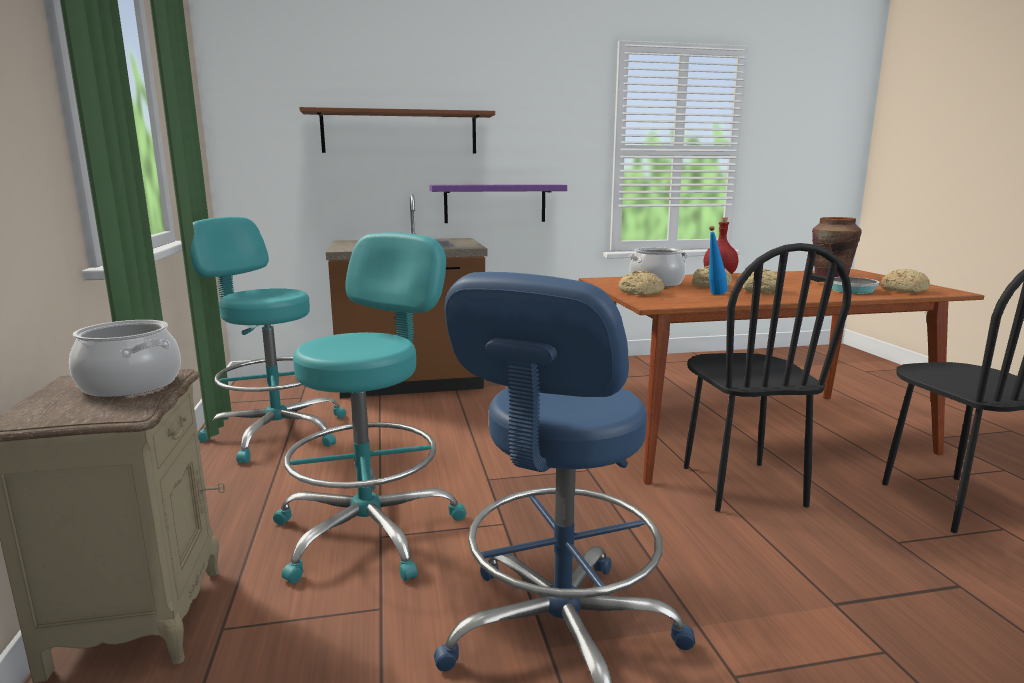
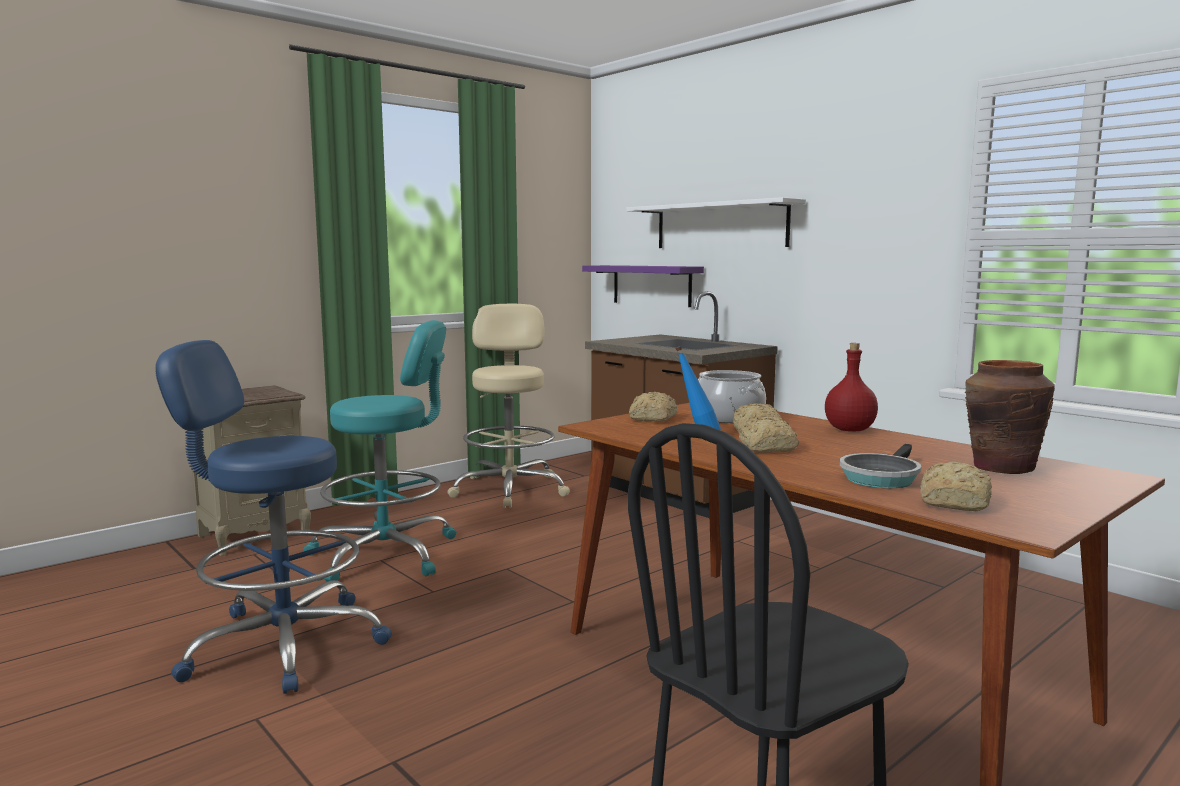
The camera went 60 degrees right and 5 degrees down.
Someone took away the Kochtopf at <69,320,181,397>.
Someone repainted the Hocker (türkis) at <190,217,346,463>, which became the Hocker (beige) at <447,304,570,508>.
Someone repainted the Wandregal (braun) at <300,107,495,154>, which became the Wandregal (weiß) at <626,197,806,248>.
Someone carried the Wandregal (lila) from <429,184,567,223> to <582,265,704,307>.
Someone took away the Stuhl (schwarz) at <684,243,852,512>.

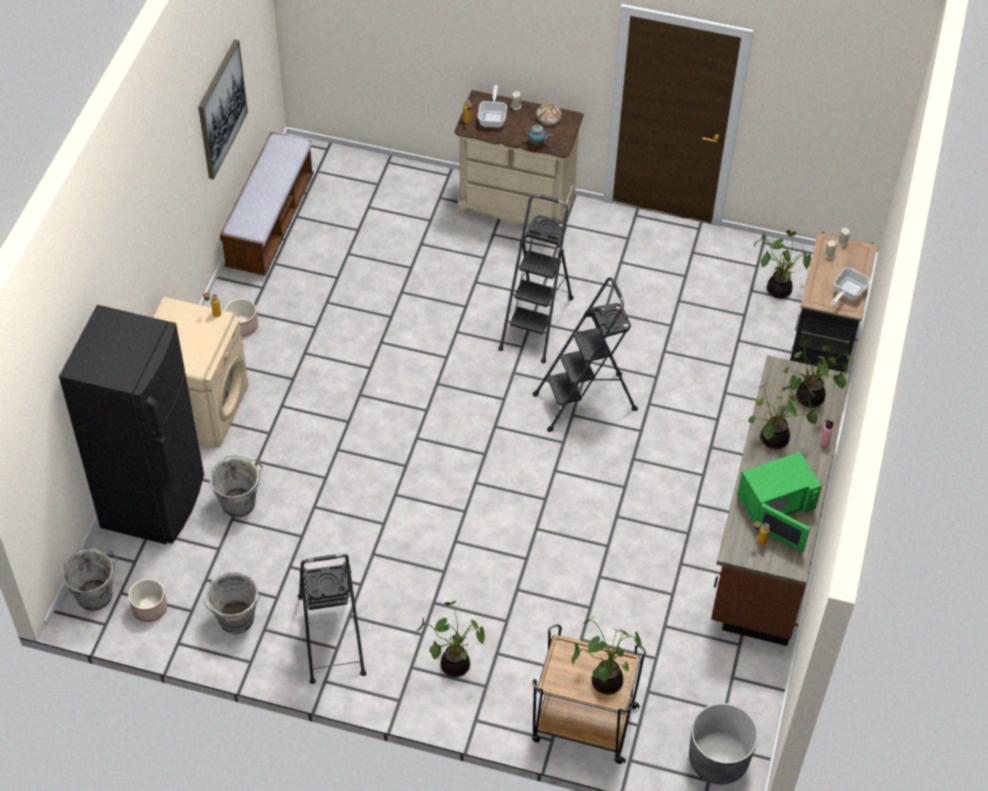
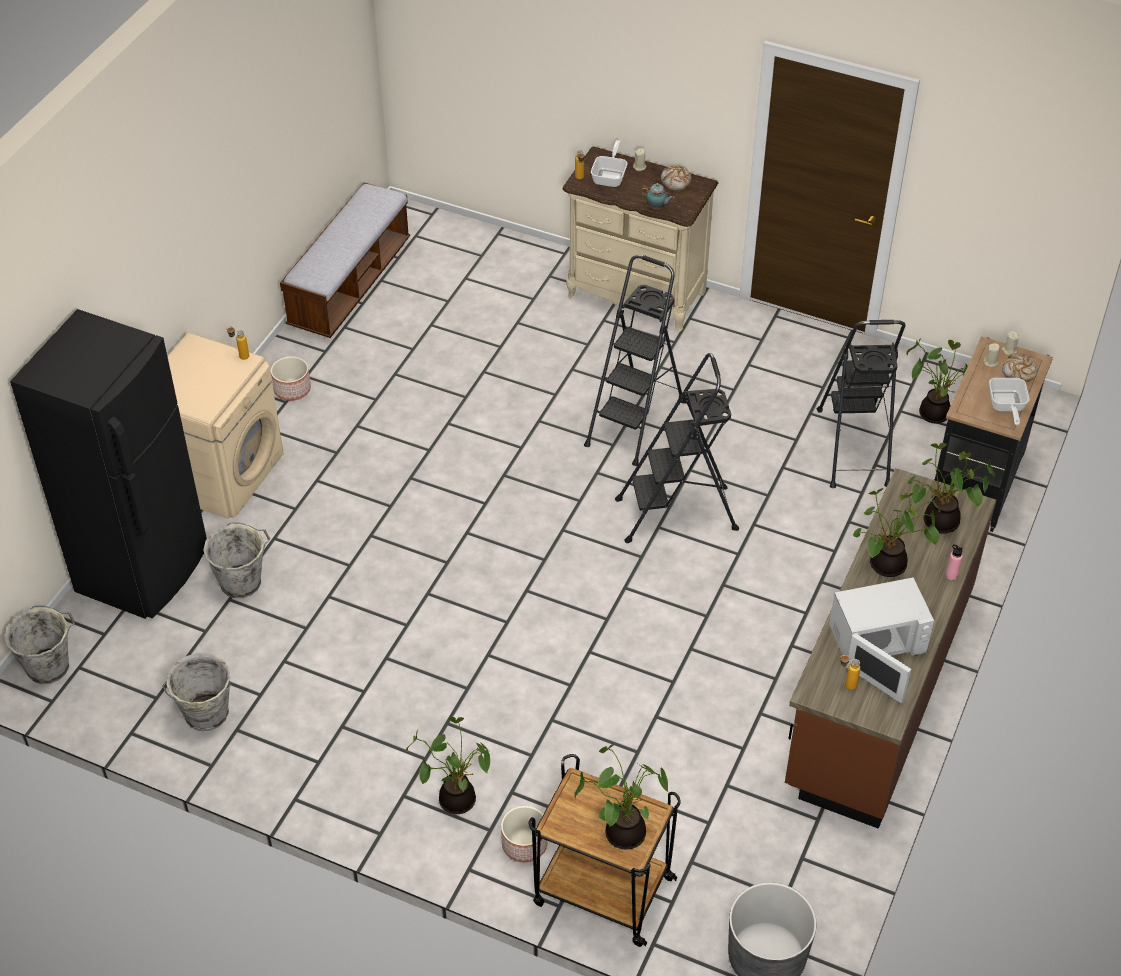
The camera went 10 degrees right and 5 degrees down.
Someone carried the Pflanzkübel from <128,579,167,622> to <501,806,548,862>.
Someone took away the Bild at <198,39,248,180>.
Someone carried the Trittleiter from <298,554,367,684> to <817,320,905,488>.
Someone repainted the Mikrowelle (grün) at <737,452,822,553>, which became the Mikrowelle (weiß) at <829,577,934,704>.
Someone rotated the Pfanne at <831,268,870,306> by 45 degrees counterclockwise.
Someone put down the Brot at <1002,354,1037,382>.

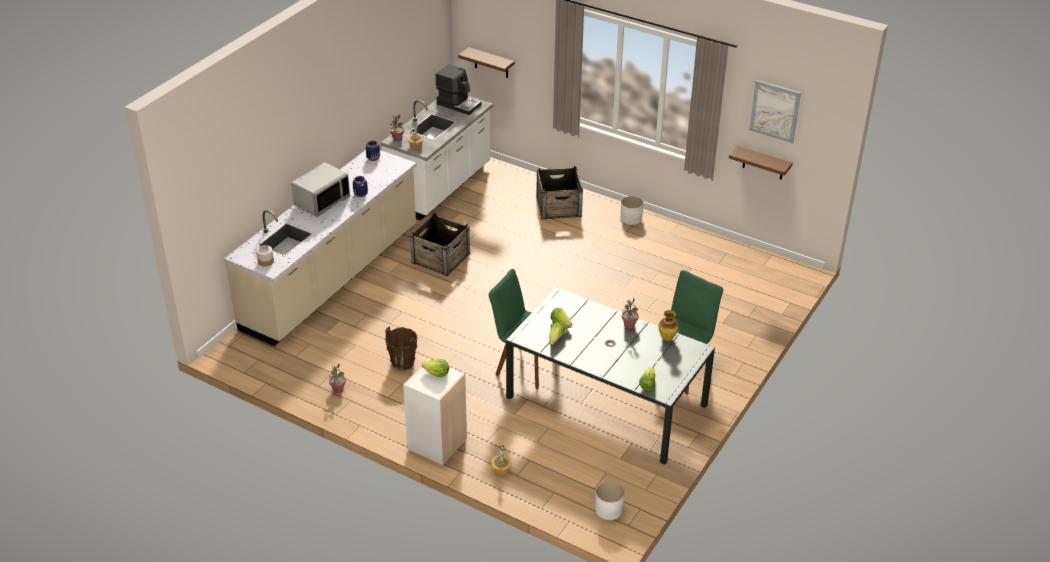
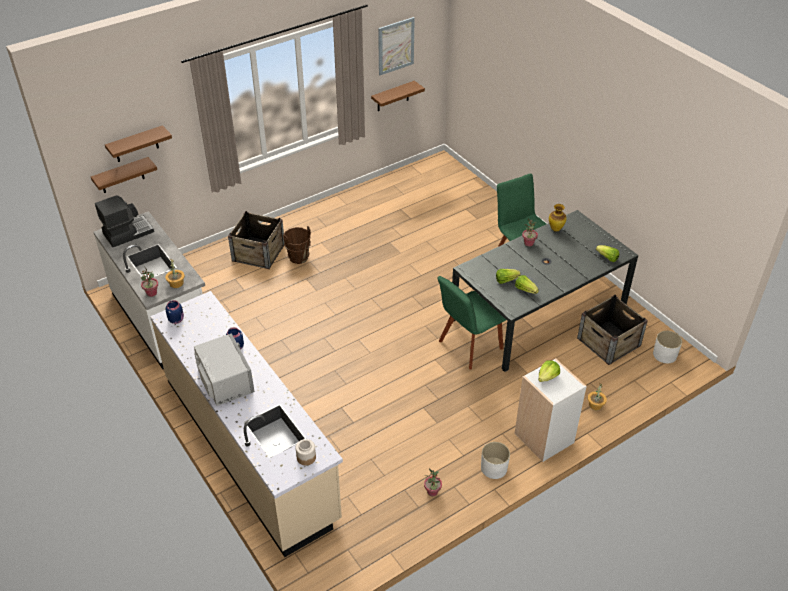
The camera went 65 degrees left and 5 degrees up.
Someone carried the Eimer (braun) from <385,327,418,370> to <283,226,311,264>.
Someone carried the Kiste from <410,213,470,276> to <577,295,648,365>.
Someone carried the Pflanzkübel (weiß) from <621,196,644,225> to <481,442,510,479>.
Someone put up the Wandregal (braun) at <105,125,172,162>.

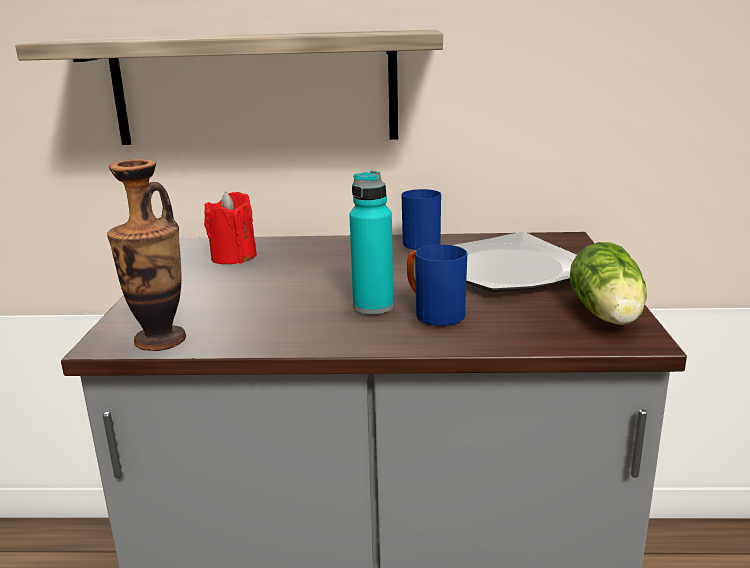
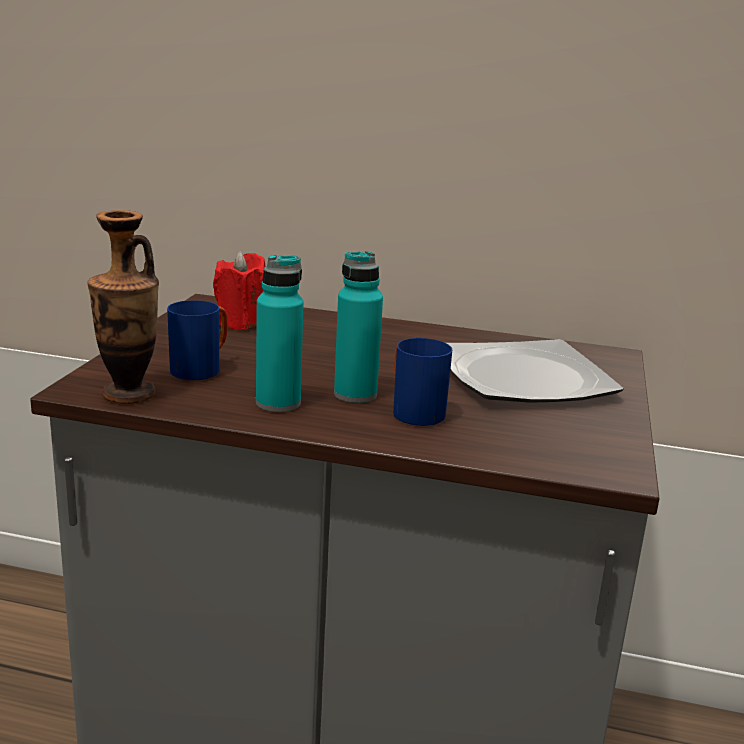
The camera went 10 degrees right and 0 degrees up.
Someone took away the Wandregal at <15,29,443,145>.
Someone carried the Henkelbecher (blau) from <401,189,441,250> to <167,300,228,380>.
Someone took away the Salatkopf at <570,242,647,325>.
Someone put down the Flasche (türkis) at <256,255,304,412>.

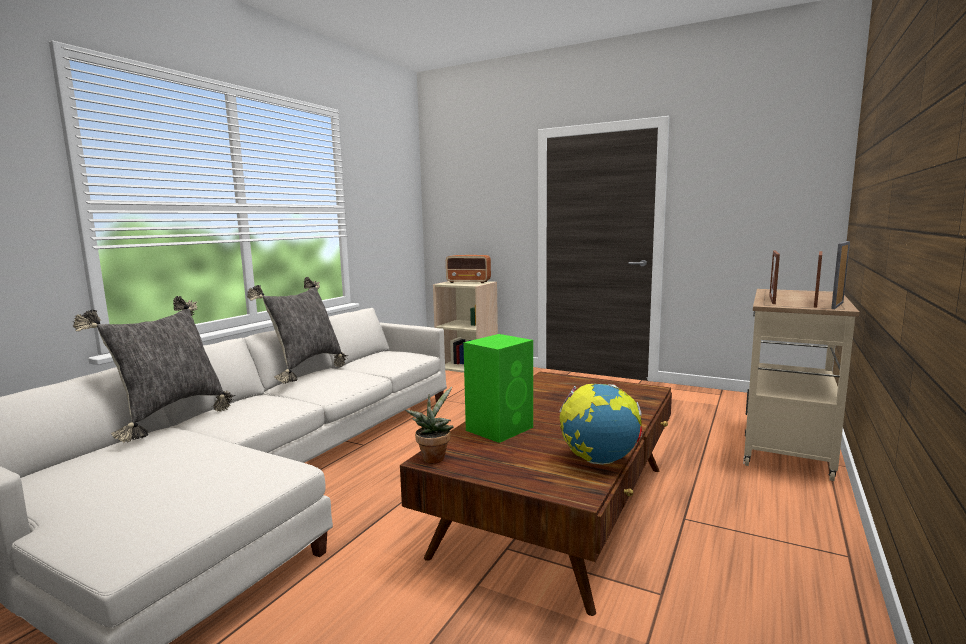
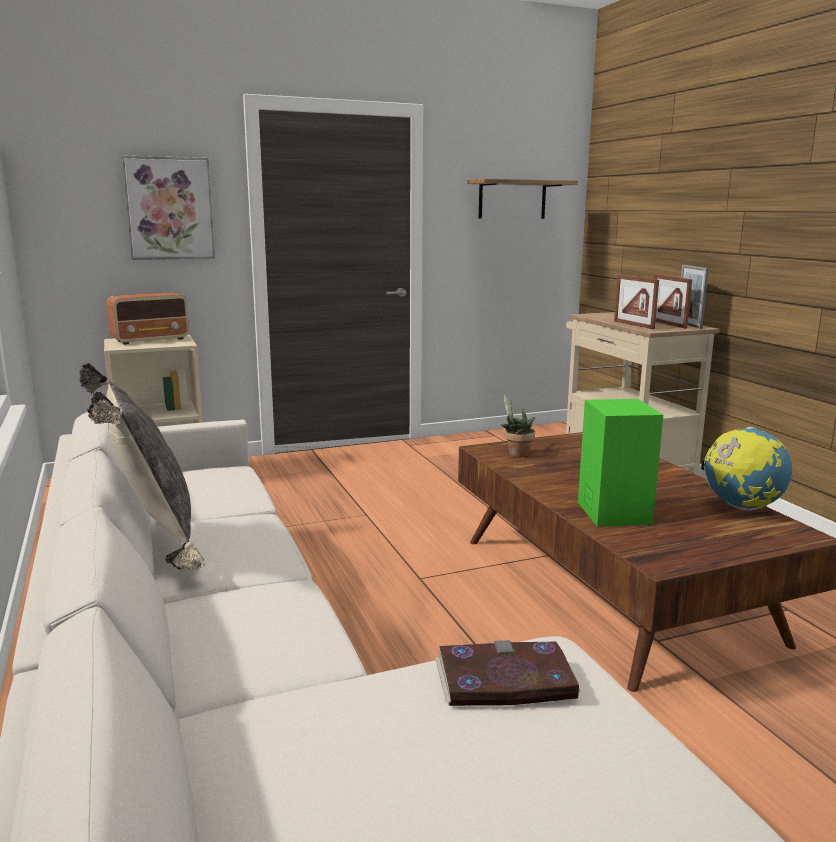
The camera went 50 degrees left and 5 degrees up.
Someone took away the Kissen at <73,296,235,443>.
Someone carried the Topfpflanze from <405,387,454,463> to <500,394,535,458>.
Someone put up the Bild at <122,155,215,260>.
Someone put down the Buch at <435,640,580,706>.
Someone put up the Wandregal at <467,179,578,219>.

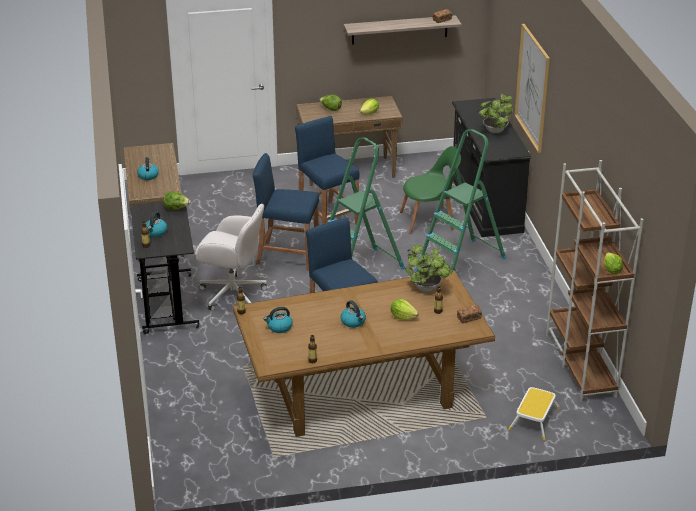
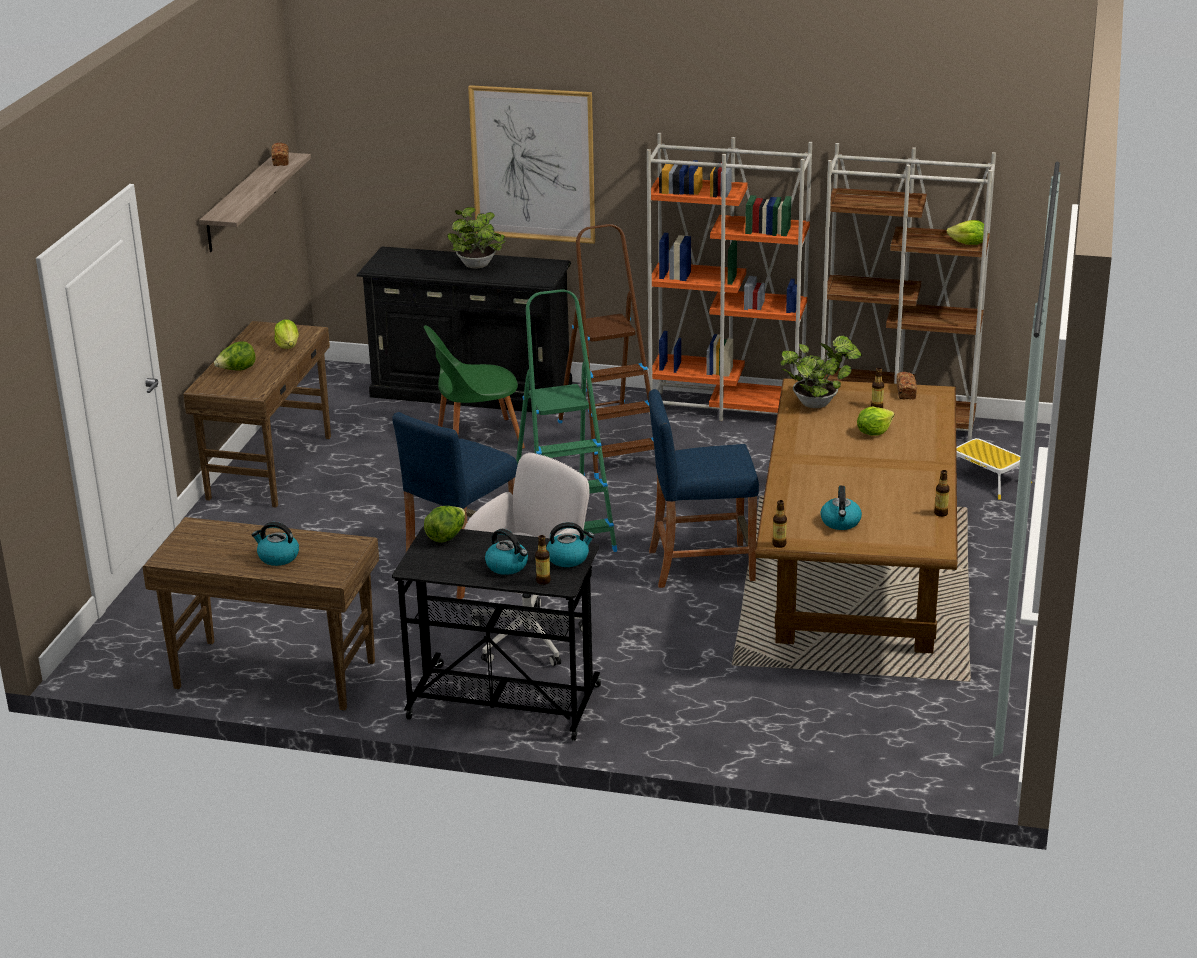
The camera went 65 degrees left and 5 degrees down.
Someone took away the Hocker (blau) at <295,116,360,224>.
Someone carried the Wasserkessel from <340,300,366,328> to <546,522,595,567>.
Someone rotated the Stuhl (grün) at <400,146,461,234> by 120 degrees counterclockwise.
Someone repainted the Trittleiter (grün) at <415,129,506,272>, which became the Trittleiter (braun) at <558,224,654,479>.
Someone put down the Bücherregal (orange) at <647,133,812,421>.

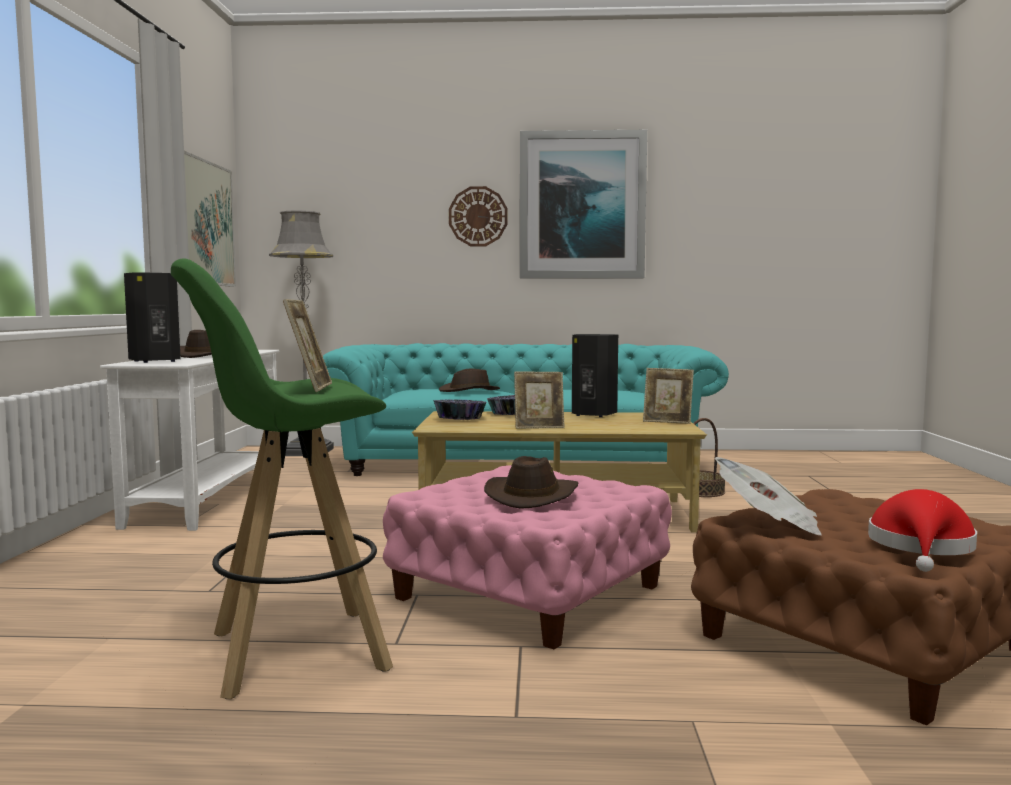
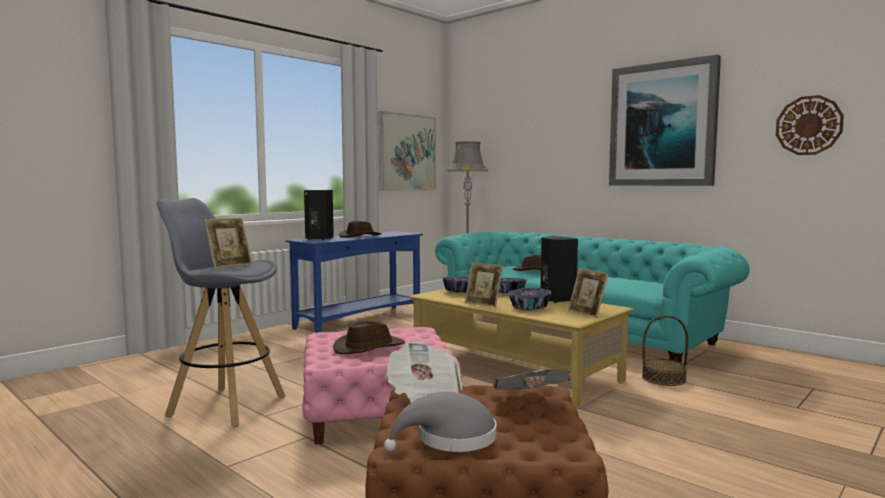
The camera went 40 degrees right and 0 degrees up.
Someone repainted the Konsolentisch (weiß) at <100,350,279,531>, which became the Konsolentisch (blau) at <286,231,423,333>.
Someone repainted the Hocker (grün) at <171,258,393,699>, which became the Hocker (grau) at <156,198,286,427>.
Someone carried the Wanduhr from <449,186,508,246> to <776,95,844,155>.
Someone repainted the Hut (rot) at <868,489,977,572>, which became the Hut (grau) at <384,392,496,452>.
Someone put down the Zeitung at <493,369,571,390>.
Someone put down the Schüssel at <508,288,552,310>.

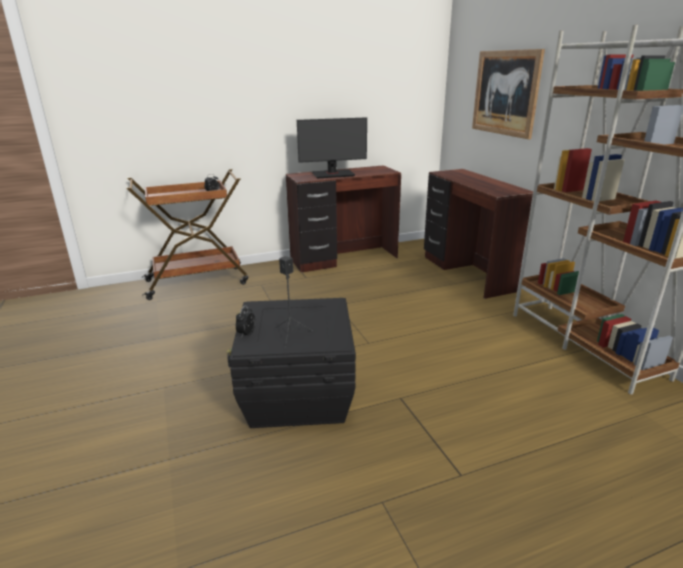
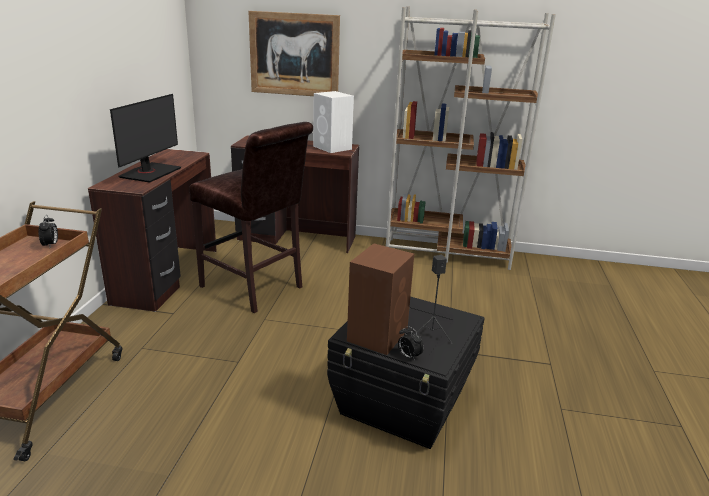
The camera went 60 degrees left and 0 degrees up.
Someone put down the Hocker (braun) at <189,122,313,313>.
Someone put down the Lautsprecher (weiß) at <313,91,354,153>.
Someone put down the Lautsprecher (braun) at <347,243,414,355>.

